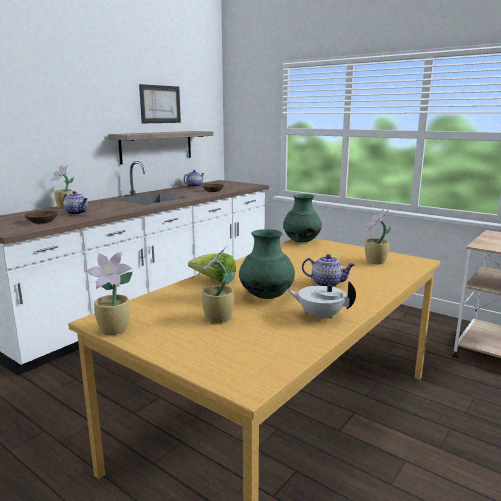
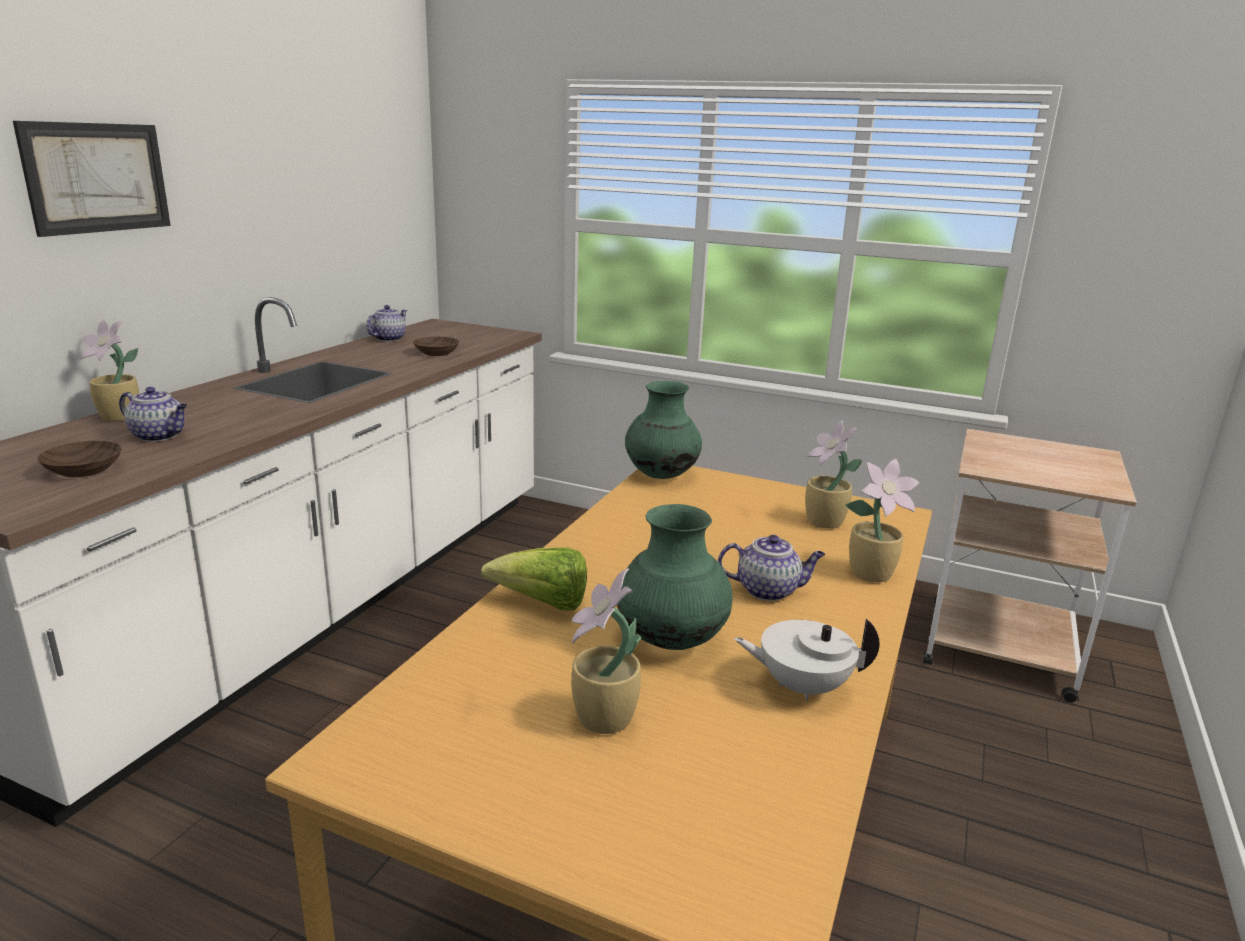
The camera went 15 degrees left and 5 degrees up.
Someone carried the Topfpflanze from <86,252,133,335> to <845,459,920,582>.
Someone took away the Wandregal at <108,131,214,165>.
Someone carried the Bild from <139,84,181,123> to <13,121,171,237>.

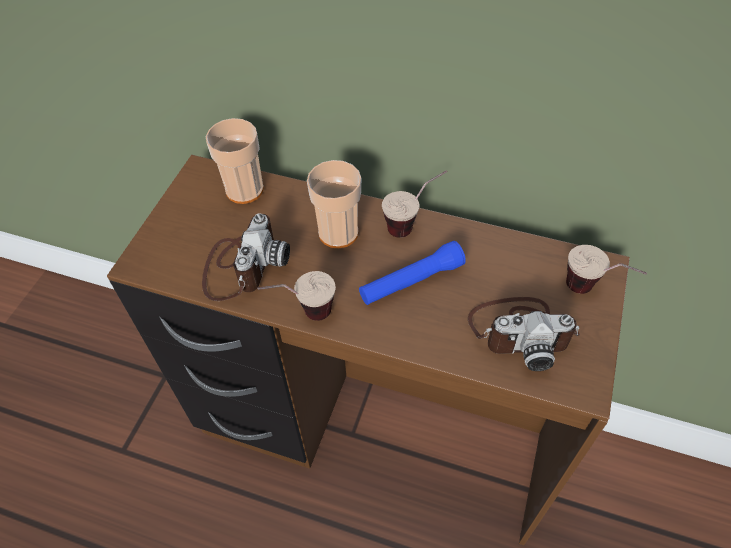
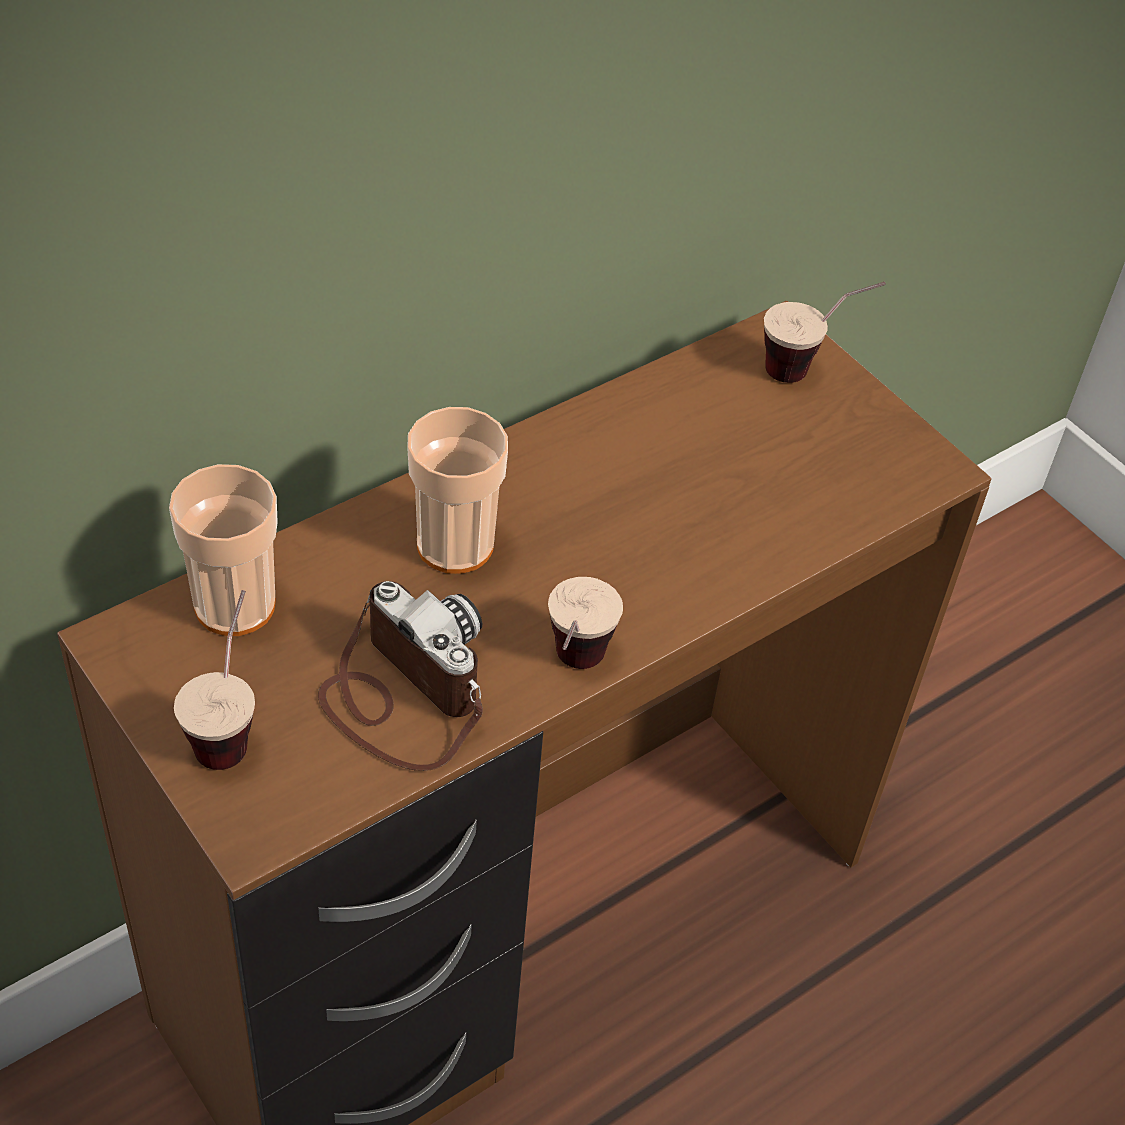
The camera went 60 degrees left and 5 degrees down.
Someone took away the Taschenlampe (blau) at <359,241,466,305>.
Someone carried the Tasse from <382,170,447,238> to <174,590,255,770>.
Someone took away the Kamera at <468,297,580,371>.

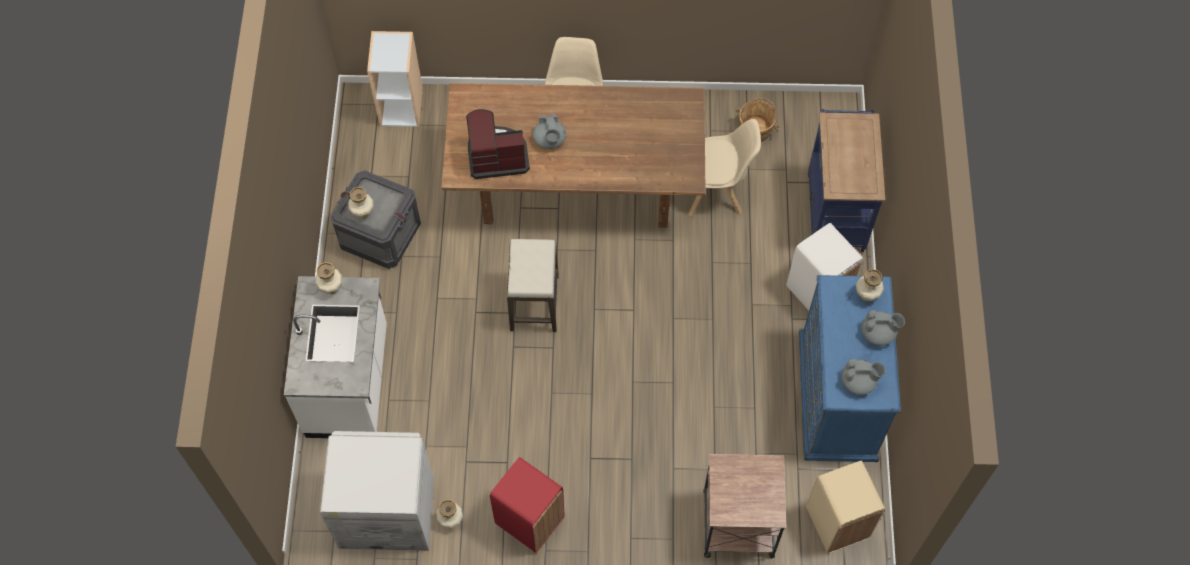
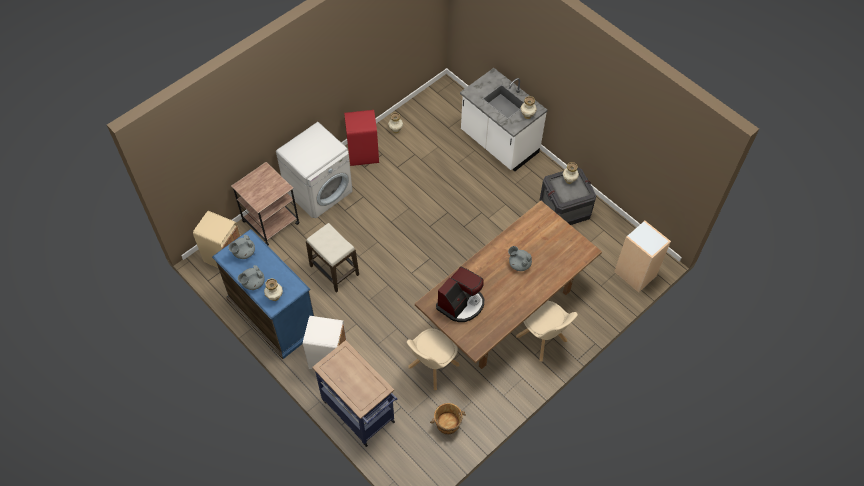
The camera went 135 degrees right and 5 degrees down.
Someone carried the Waschmaschine (weiß) from <320,431,434,551> to <276,122,353,218>.
Someone carried the Kaffeemaschine from <466,109,530,179> to <436,267,484,322>.
Someone carried the Hocker from <507,239,559,332> to <306,223,359,293>.

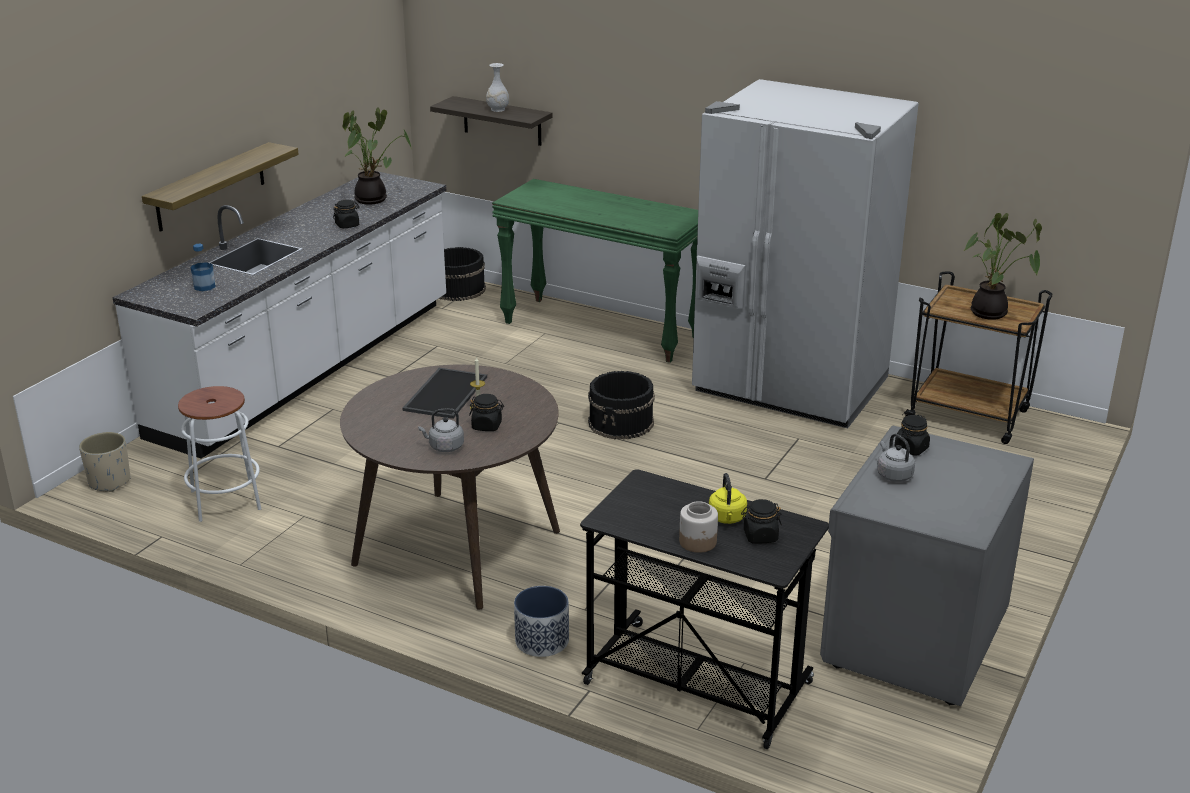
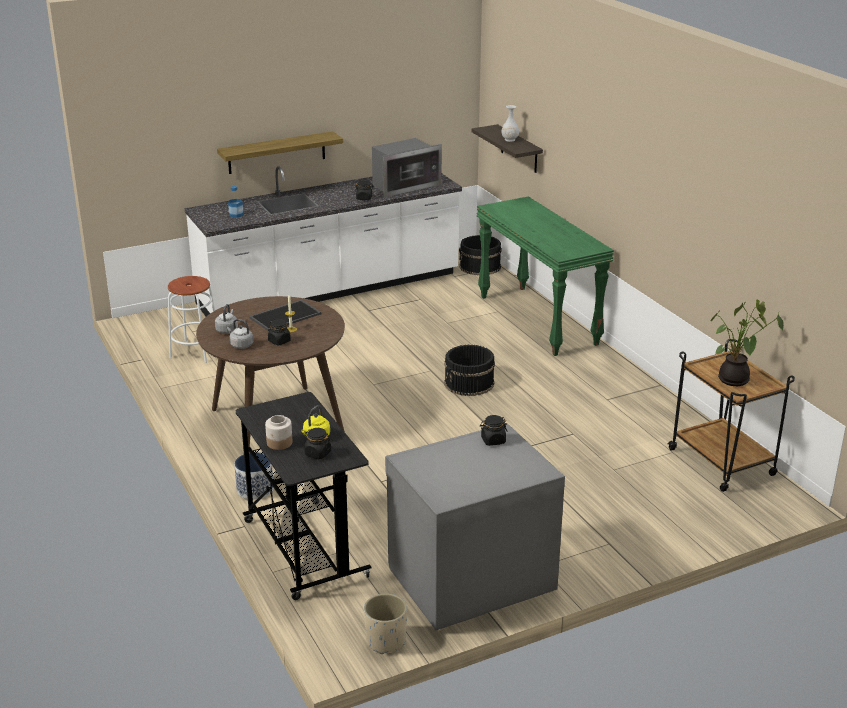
The camera went 35 degrees right and 0 degrees up.
Someone carried the Pflanzkübel (beige) from <79,432,130,492> to <364,594,407,654>.
Someone swapped the Topfpflanze at <343,107,412,205> for the Mikrowelle at <372,138,442,198>.
Someone took away the Kühlschrank (weiß) at <692,79,919,429>.
Someone carried the Wasserkessel (grau) from <877,434,915,482> to <215,304,238,334>.

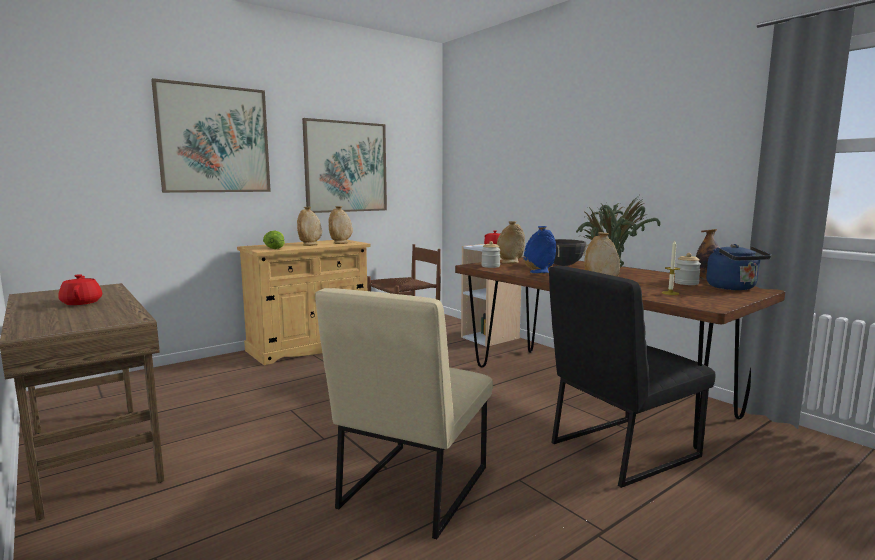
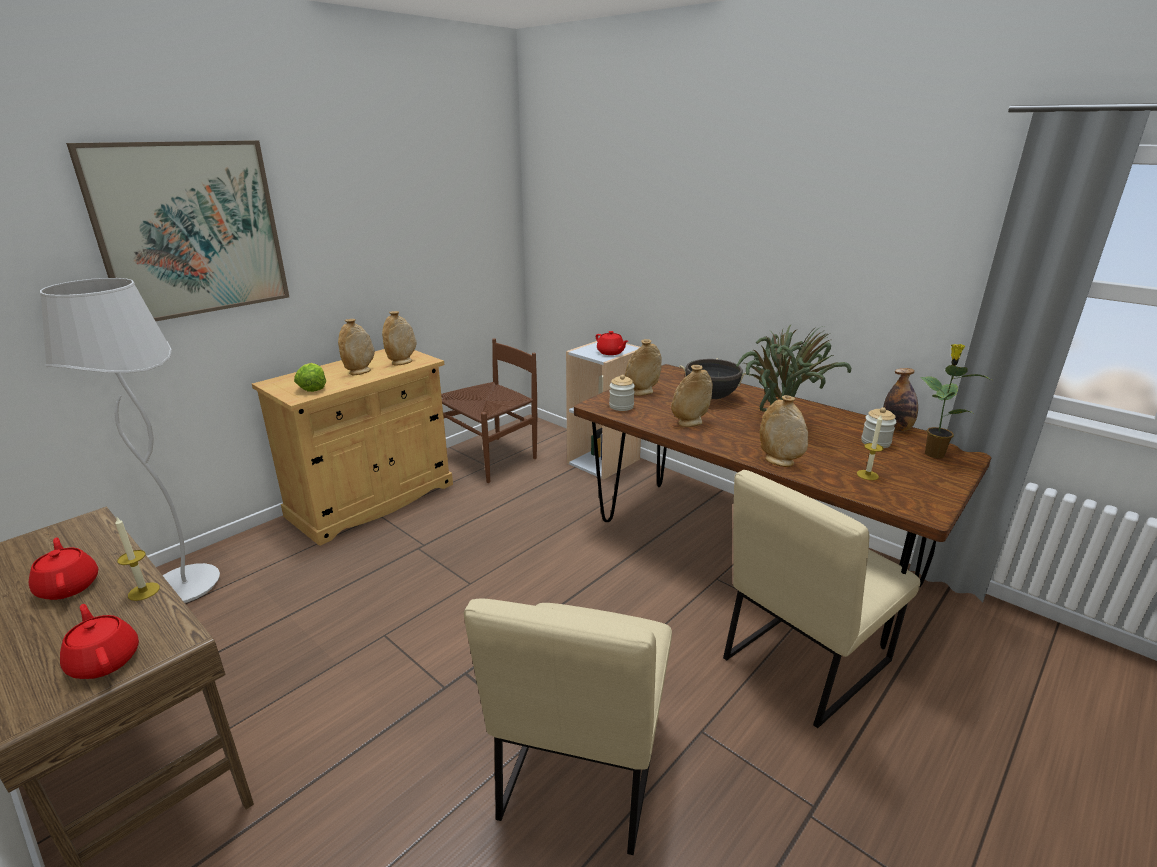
The camera went 10 degrees left and 15 degrees up.
Someone took away the Bild at <302,118,387,213>.
Someone repainted the Vase (blau) at <523,226,556,274>, which became the Vase (beige) at <671,365,713,427>.
Someone repainted the Stuhl (schwarz) at <549,266,715,488>, which became the Stuhl (beige) at <723,470,920,728>.
Someone swapped the Wasserkessel (blau) at <706,244,771,290> for the Topfpflanze at <920,344,991,458>.
Someone put down the Stehlampe (weiß) at <40,278,220,603>.
Someone put down the Teekanne (rot) at <60,604,139,679>.
Someone put down the Kerze at <115,517,160,601>.

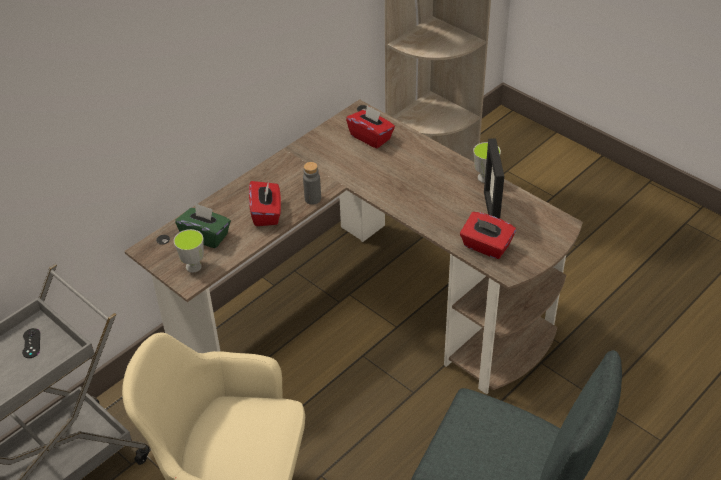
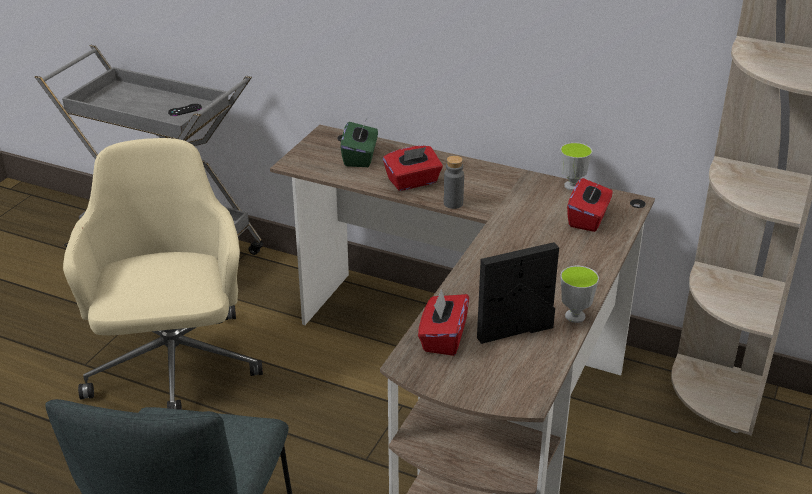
The camera went 70 degrees right and 10 degrees down.
Someone carried the Tasse from <174,229,204,273> to <560,142,592,190>.

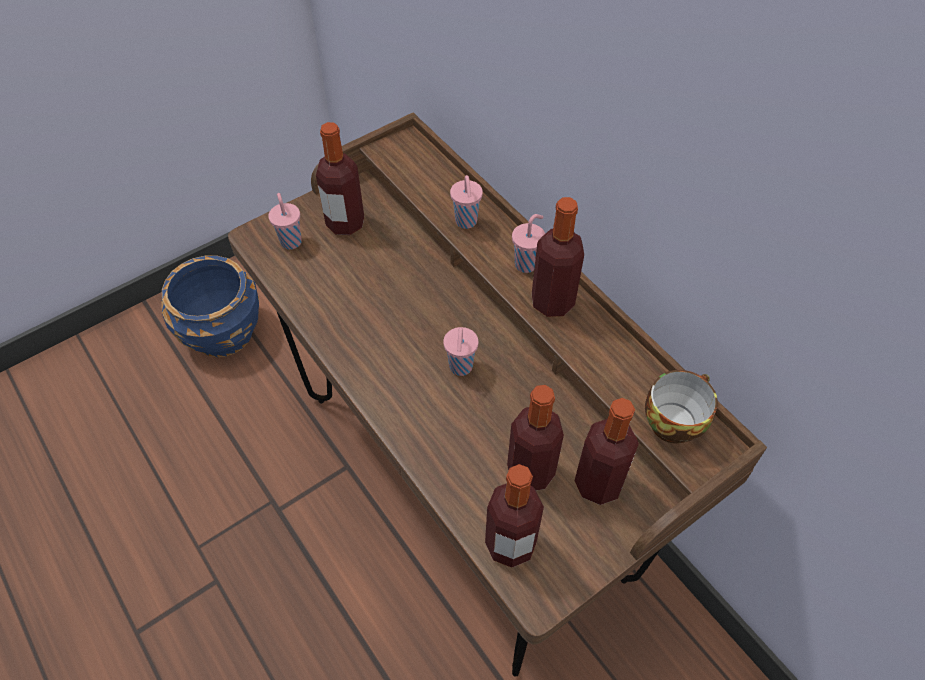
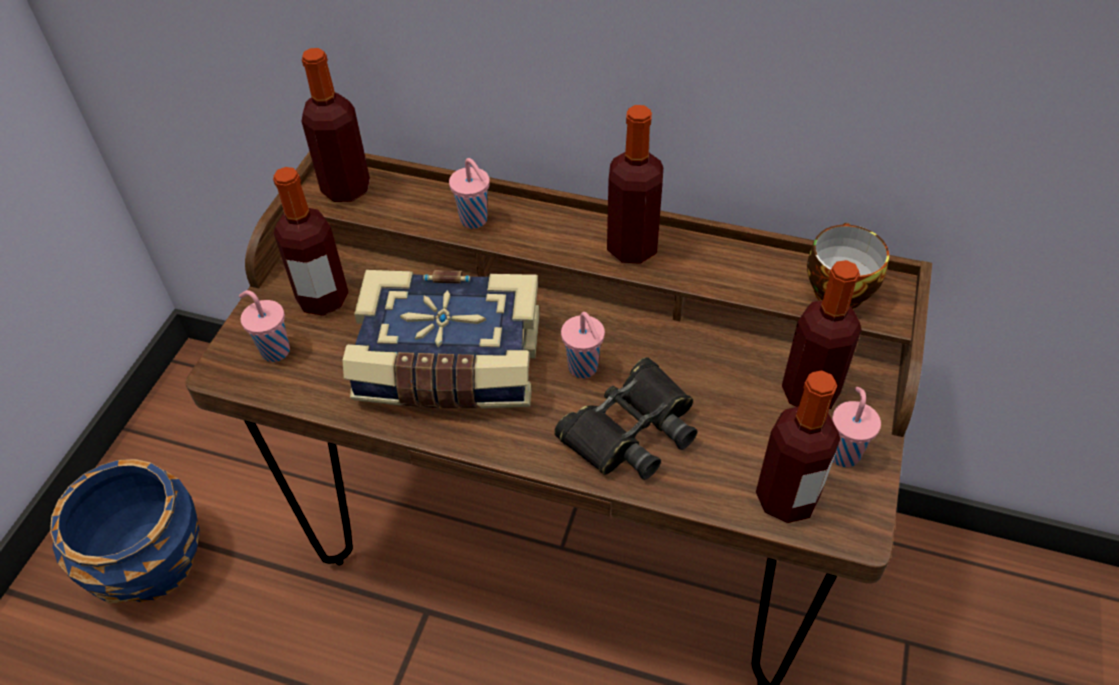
The camera went 35 degrees left and 5 degrees down.
Someone carried the Flasche from <507,385,564,490> to <302,48,370,202>.
Someone carried the Tasse (rosa) from <512,214,545,273> to <832,387,881,467>.
Someone put down the Buch at <342,270,540,409>.
Someone put down the Fernglas (schwarz) at <554,357,697,480>.

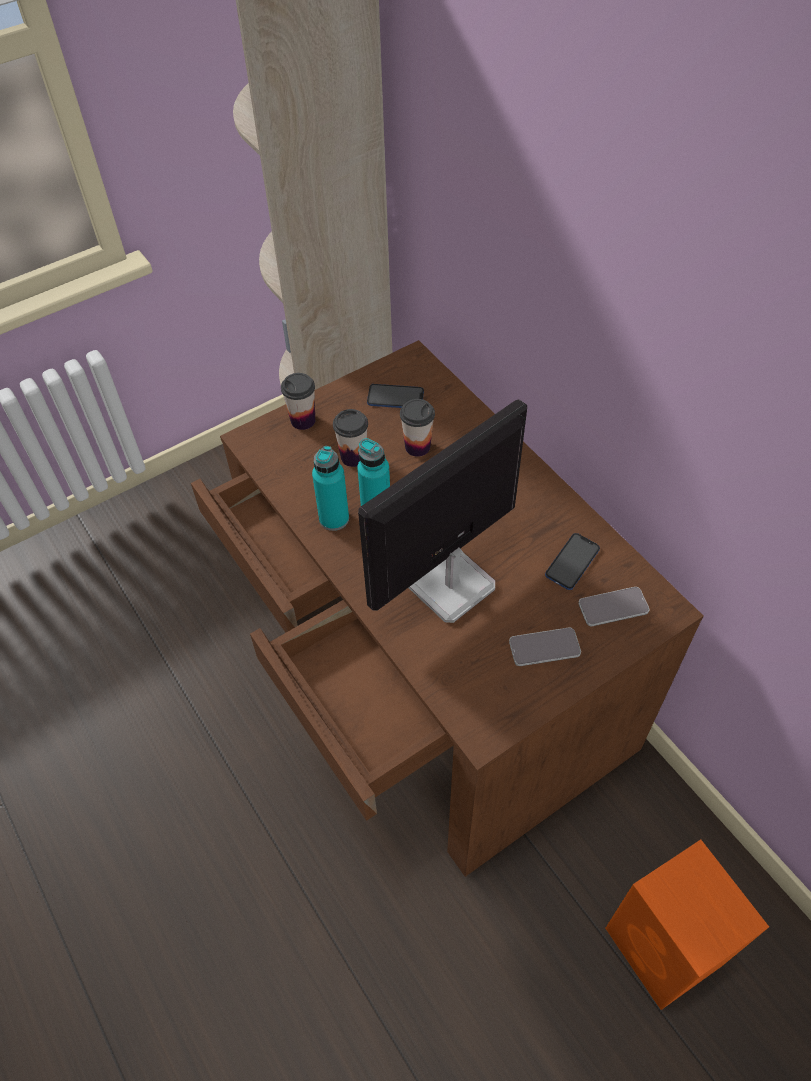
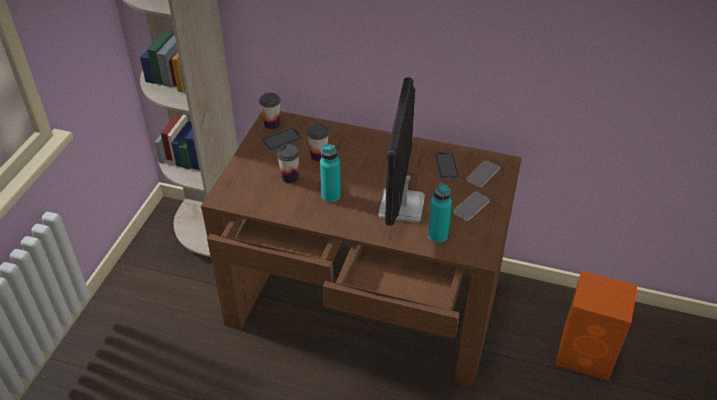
The camera went 40 degrees left and 10 degrees down.
Someone carried the Tasse from <281,373,315,430> to <259,93,281,129>.
Someone carried the Flasche (türkis) from <312,446,349,531> to <428,183,452,243>.

